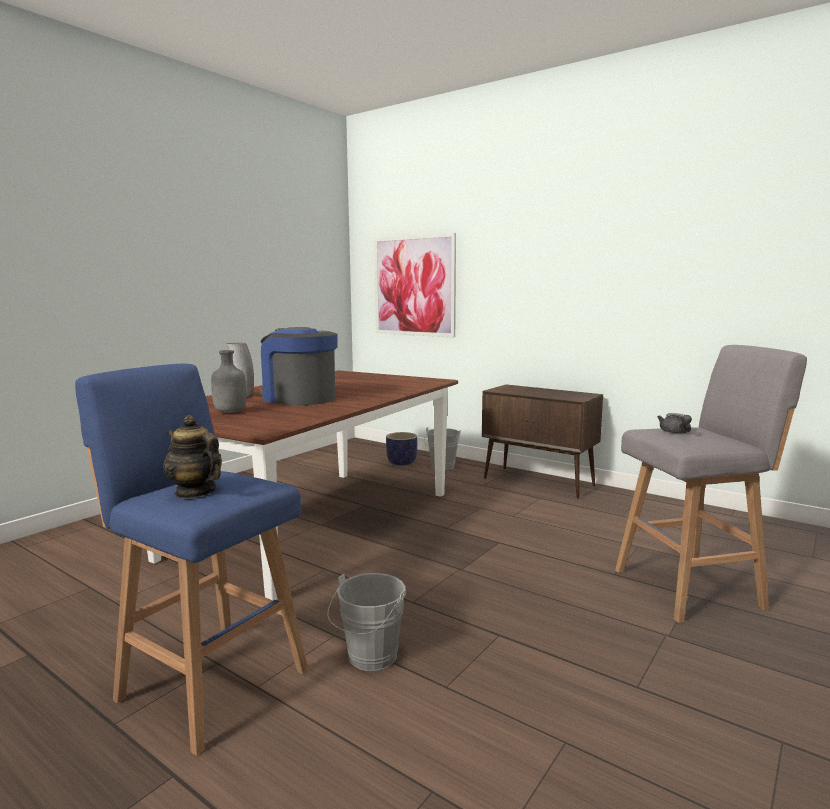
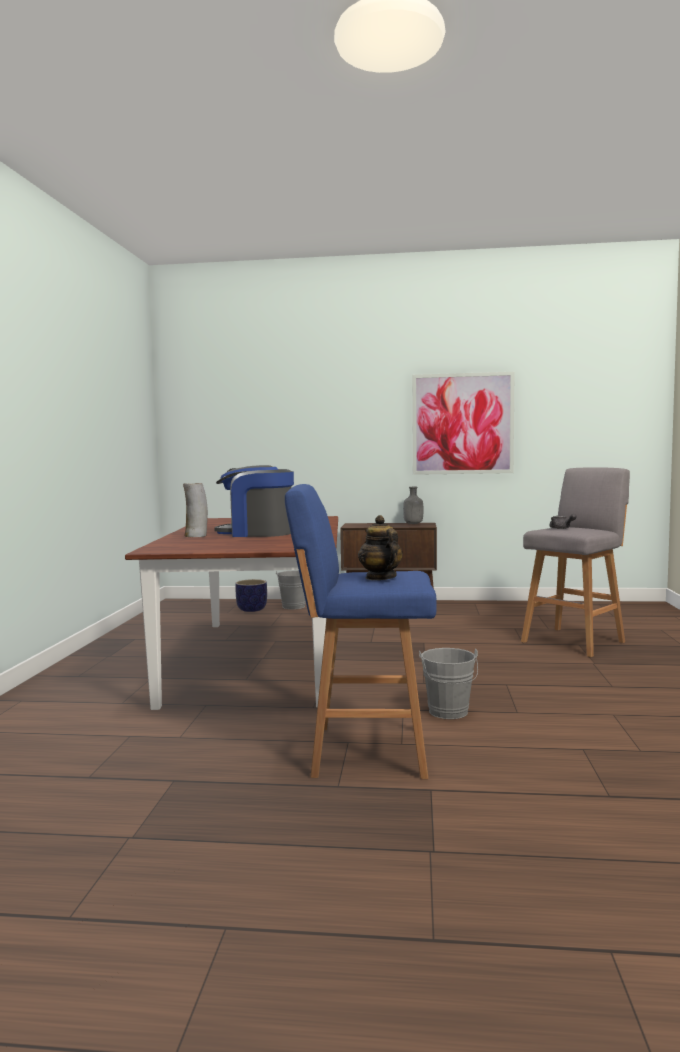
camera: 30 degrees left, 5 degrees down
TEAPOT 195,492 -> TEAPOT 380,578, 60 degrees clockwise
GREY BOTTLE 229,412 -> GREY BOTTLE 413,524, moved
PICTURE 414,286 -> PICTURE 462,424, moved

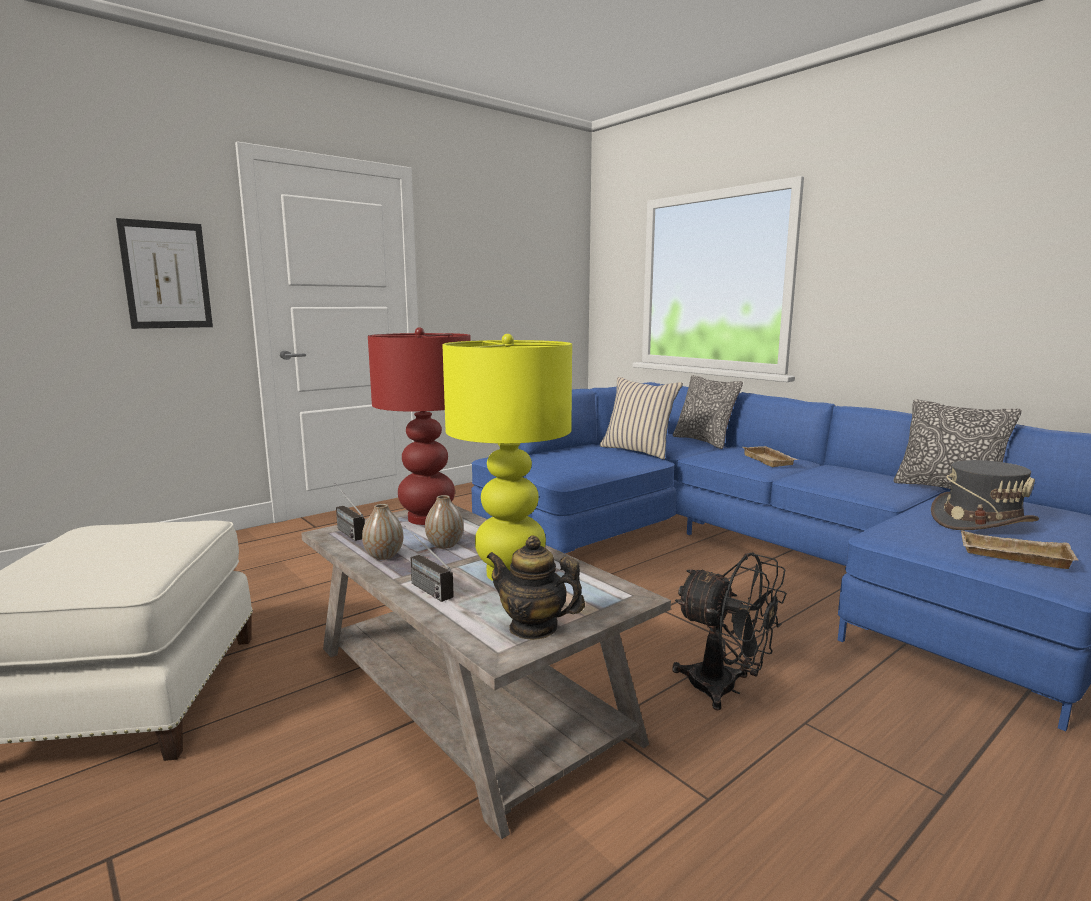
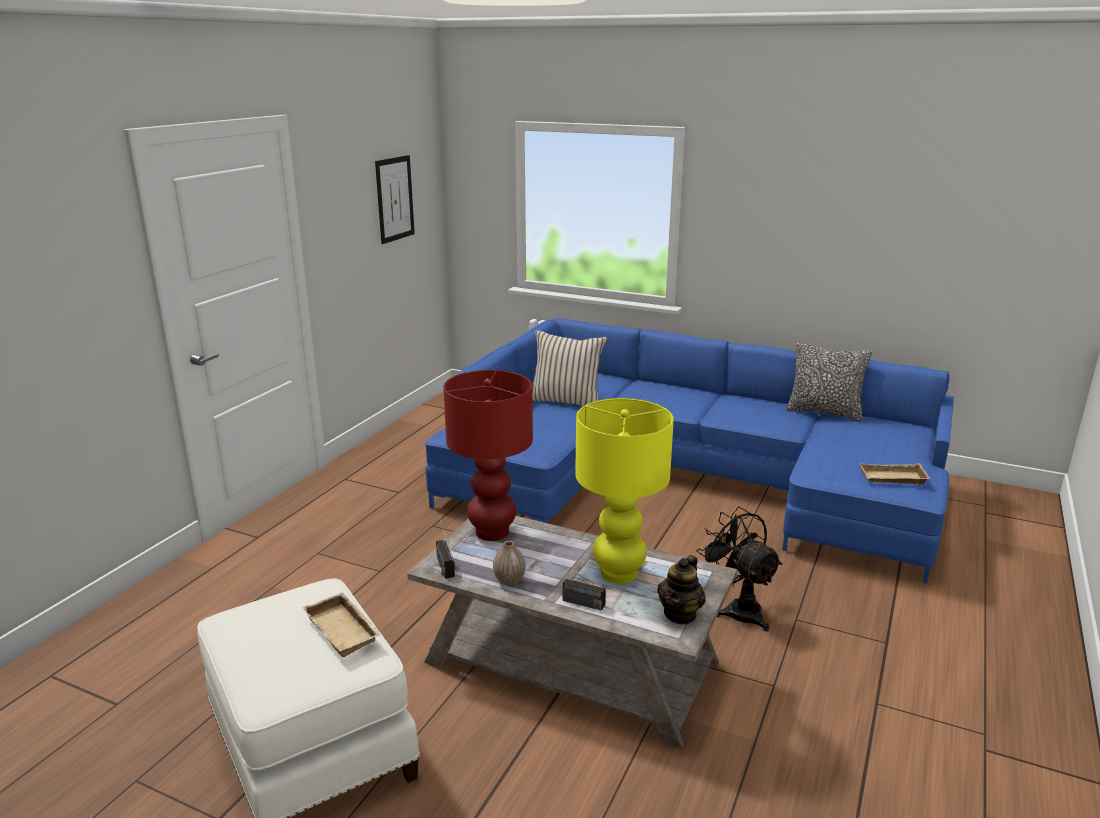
camera: 25 degrees left, 10 degrees up
BEIGE TRAY 770,460 -> BEIGE TRAY 345,629, moved
PICTURE 166,275 -> PICTURE 394,199, moved
RADIO 345,530 -> RADIO 442,561, 45 degrees clockwise
TEAPOT 533,628 -> TEAPOT 680,614, 60 degrees counterclockwise
BLACK FAN 725,689 -> BLACK FAN 737,609, 135 degrees counterclockwise
VASE 445,545 -> none
PILLOW 704,441 -> none
GREY HAT 981,522 -> none

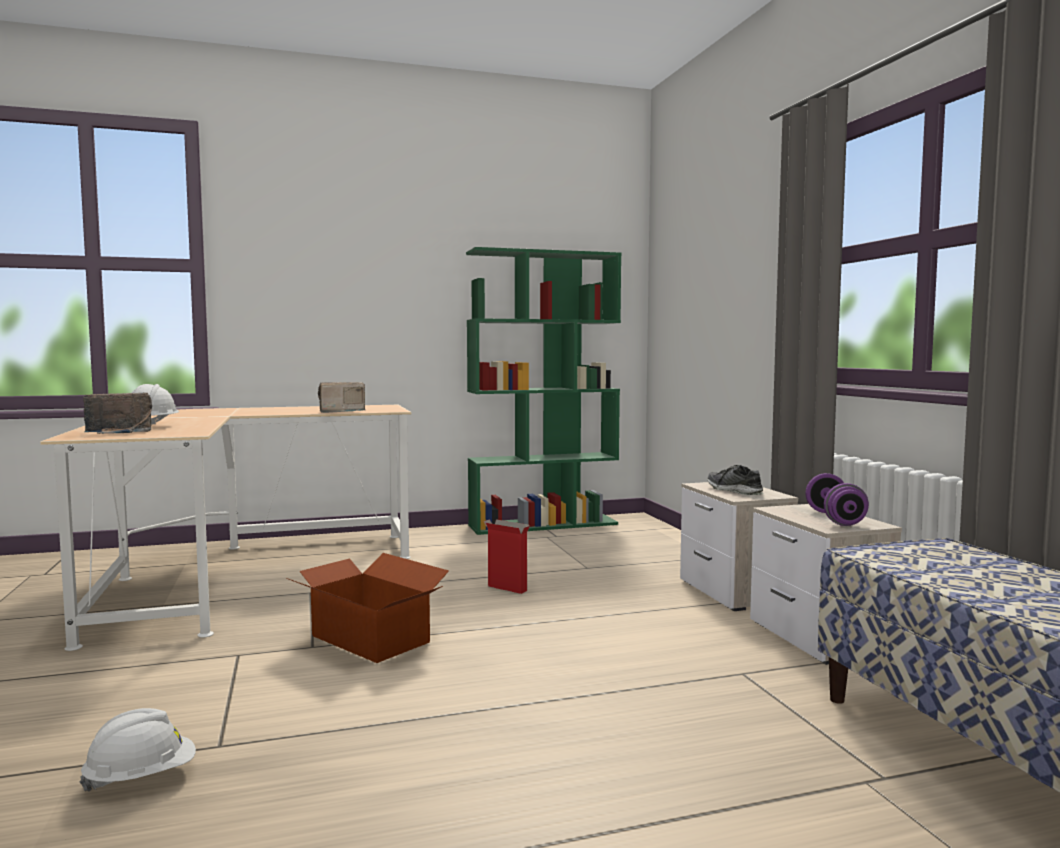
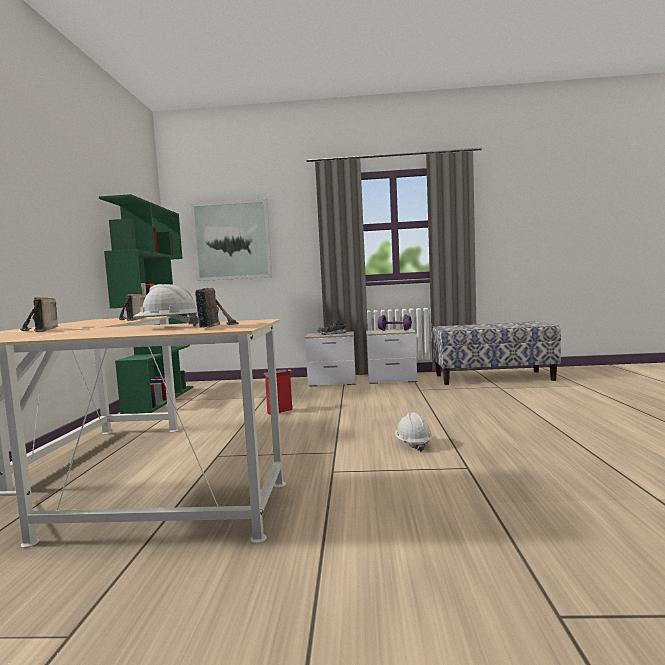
camera: 70 degrees left, 0 degrees up
none -> RADIO 38,330
none -> PICTURE 232,240
WHITE HARD HAT 141,778 -> WHITE HARD HAT 413,444, moved
CARDBOARD BOX 369,640 -> none

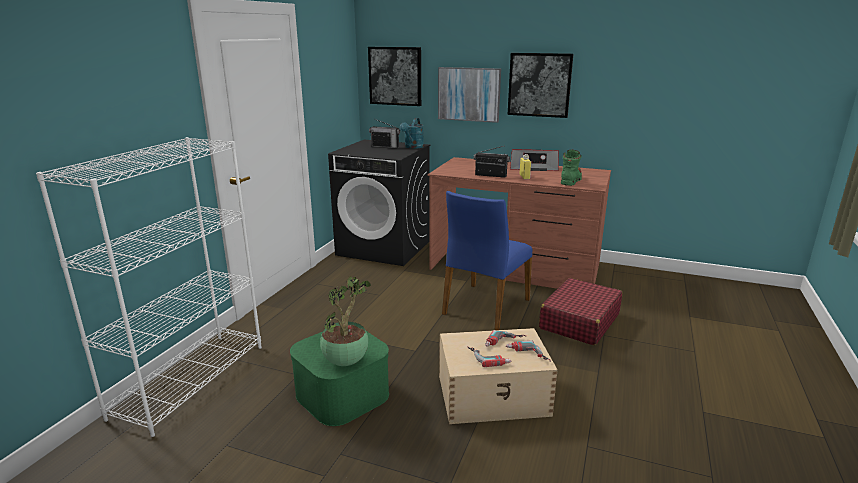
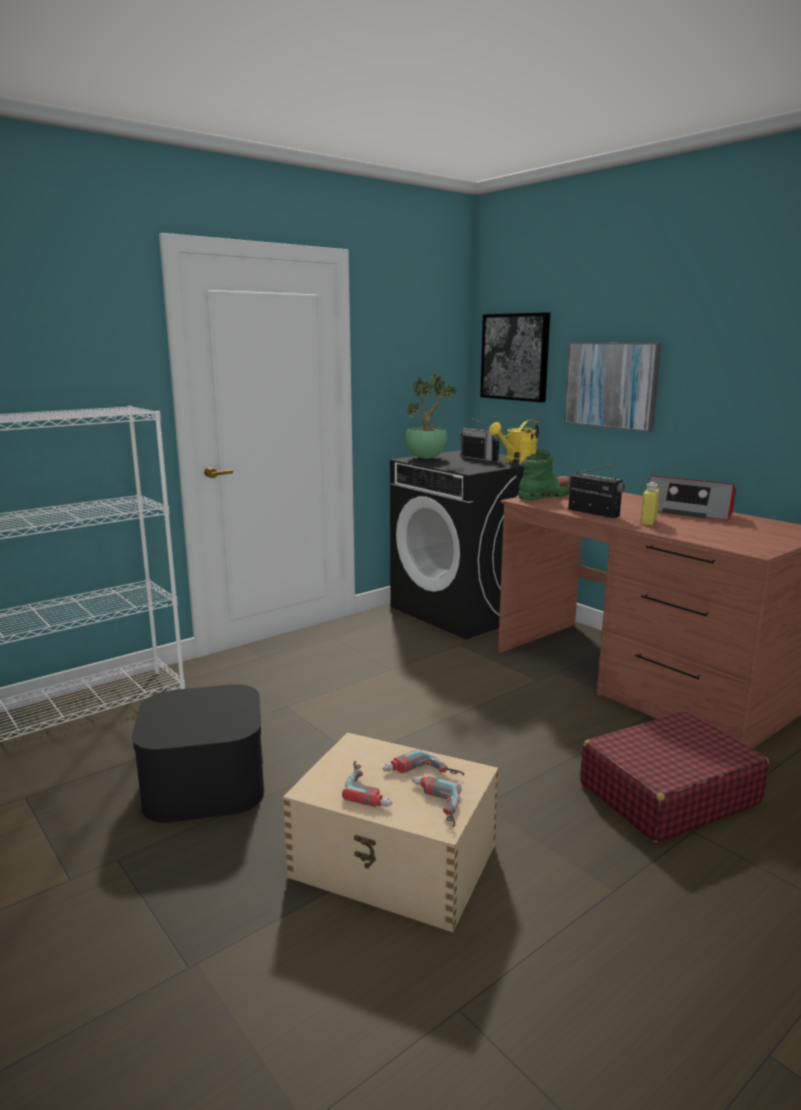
camera: 30 degrees right, 5 degrees down
GREEN STORAGE BOX 342,394 -> BLACK STORAGE BOX 204,783
POTTED PLANT 346,361 -> POTTED PLANT 427,458, moved
TURQUOISE WATERING CAN 412,147 -> YELLOW WATERING CAN 517,463
GREEN BOOT 570,180 -> GREEN BOOT 546,496, moved
BLUE CHAIR 485,306 -> none
PICTURE 539,85 -> none

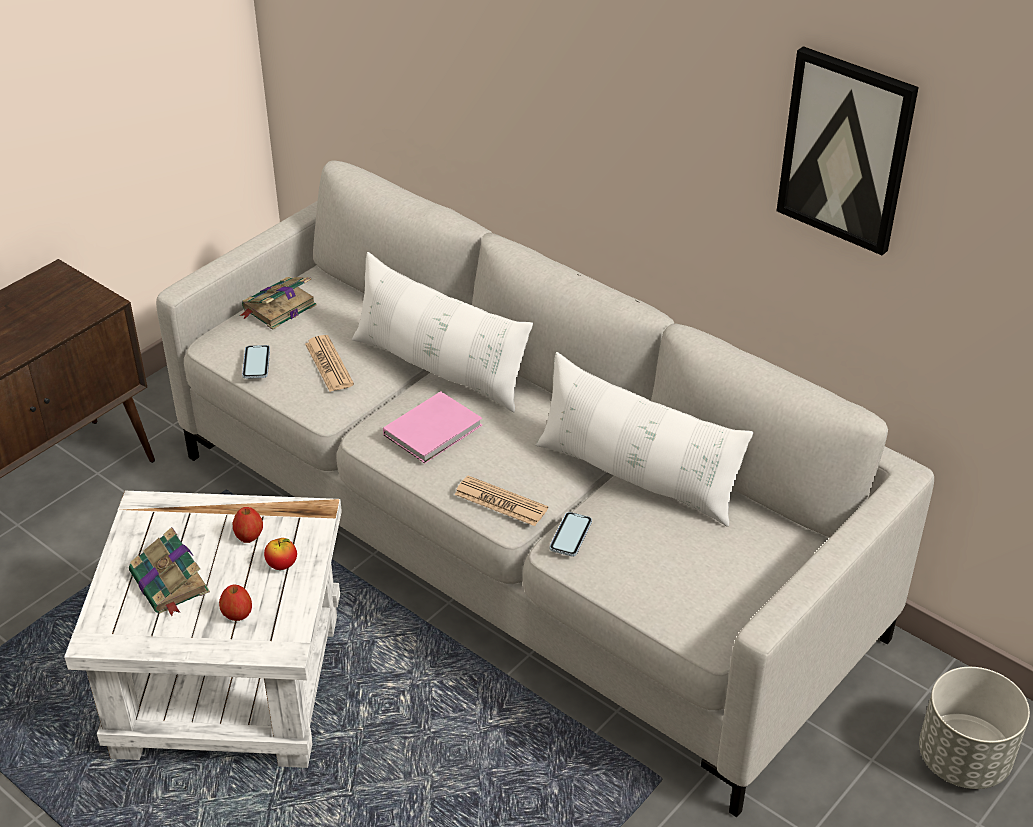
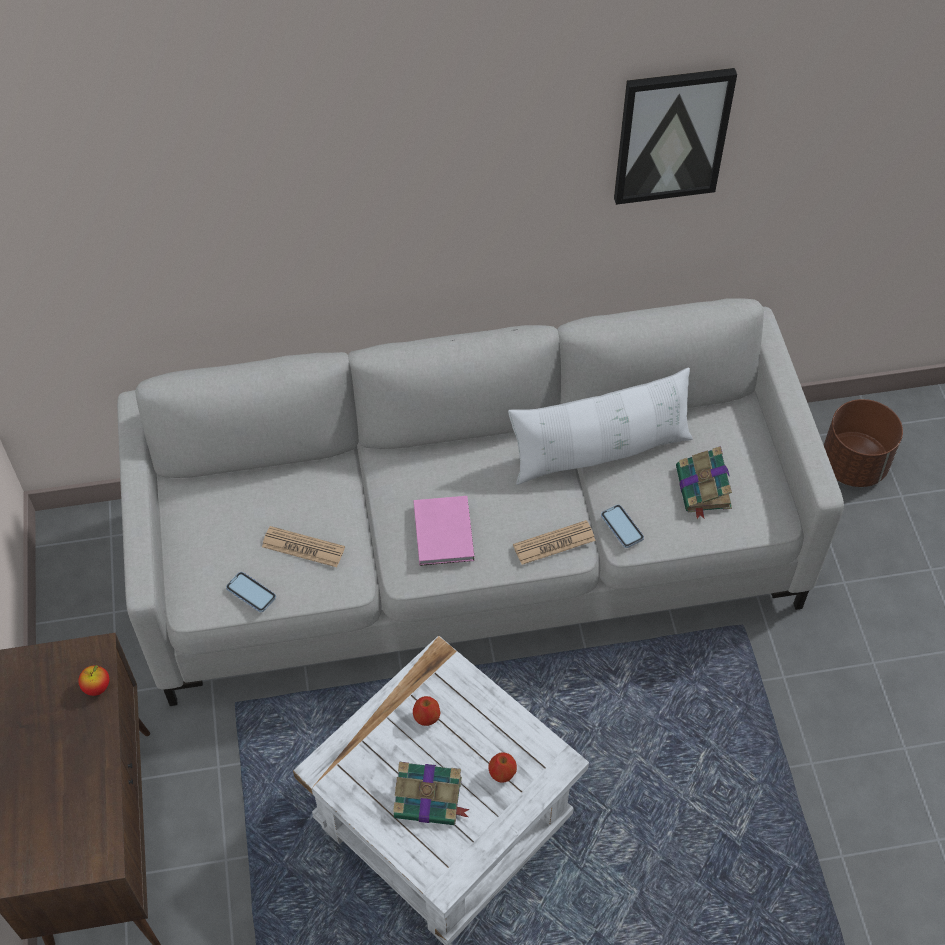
camera: 50 degrees left, 15 degrees up
APPLE 282,565 -> APPLE 97,687, moved
BOOK 278,308 -> BOOK 703,489, moved
GREY PLANTER 964,759 -> BROWN PLANTER 853,464
WHITE PILLOW 439,368 -> none

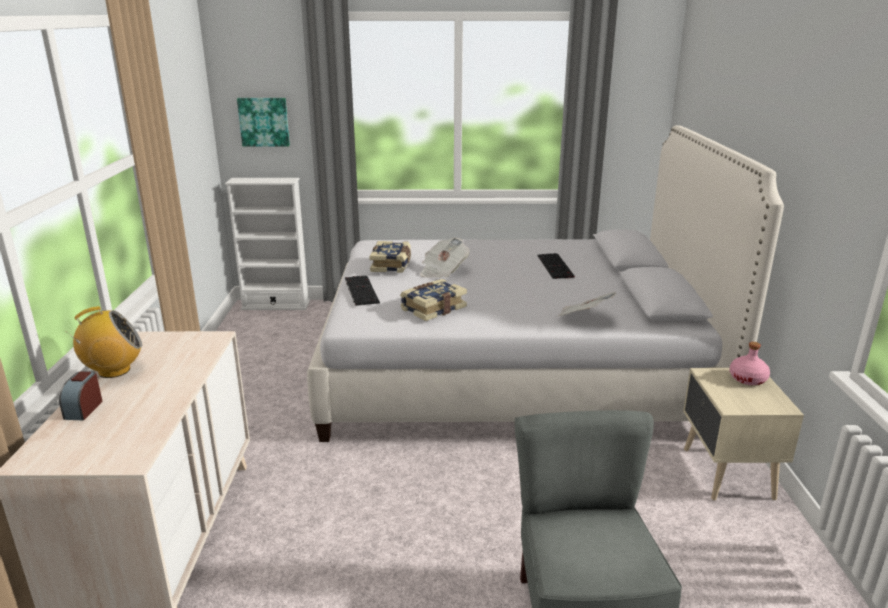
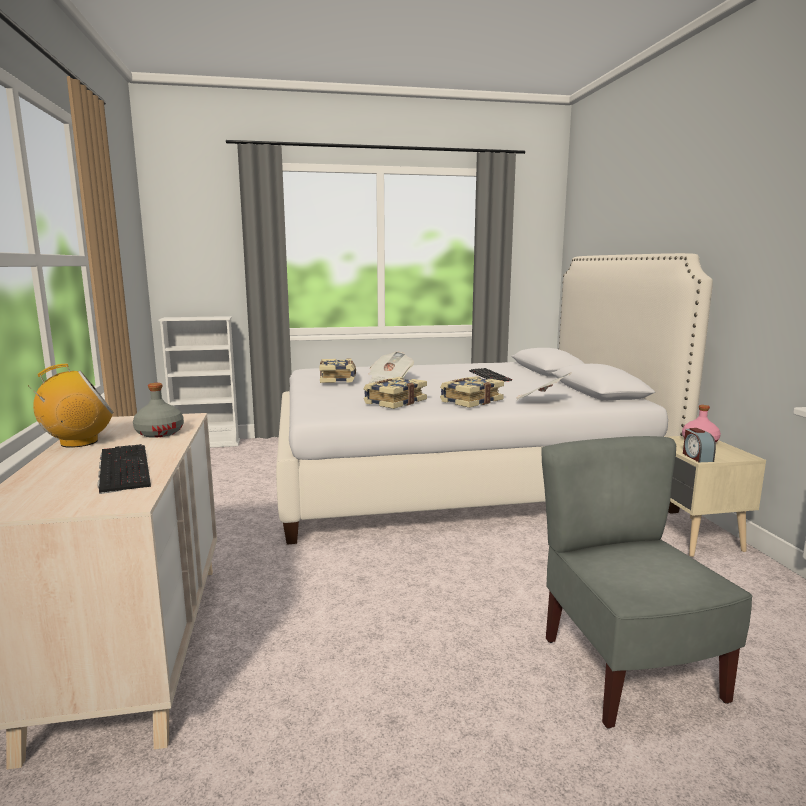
camera: 10 degrees left, 10 degrees down
KEYBOARD 360,290 -> KEYBOARD 122,468, moved
none -> GREY BOTTLE 159,433
none -> BOOK 470,401
ALARM CLOCK 84,409 -> ALARM CLOCK 697,457, moved
PICTURE 264,122 -> none

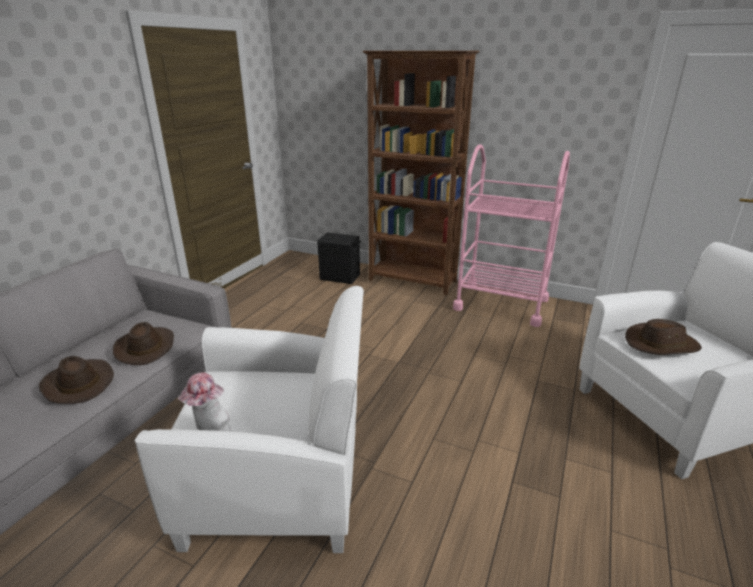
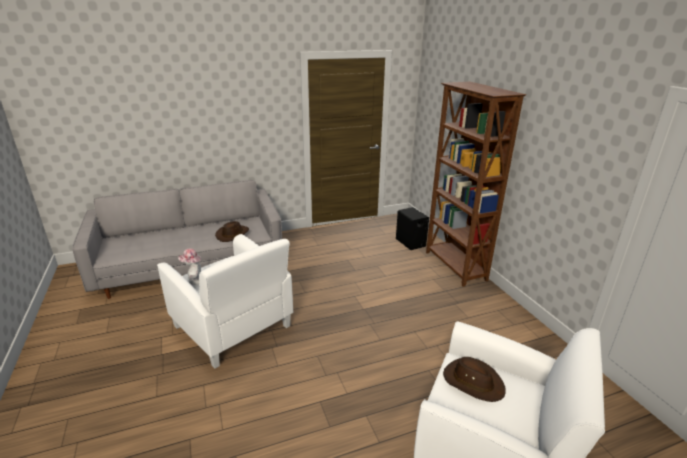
camera: 45 degrees right, 0 degrees up
BROWN HAT 77,384 -> none
PINK CART 501,304 -> none

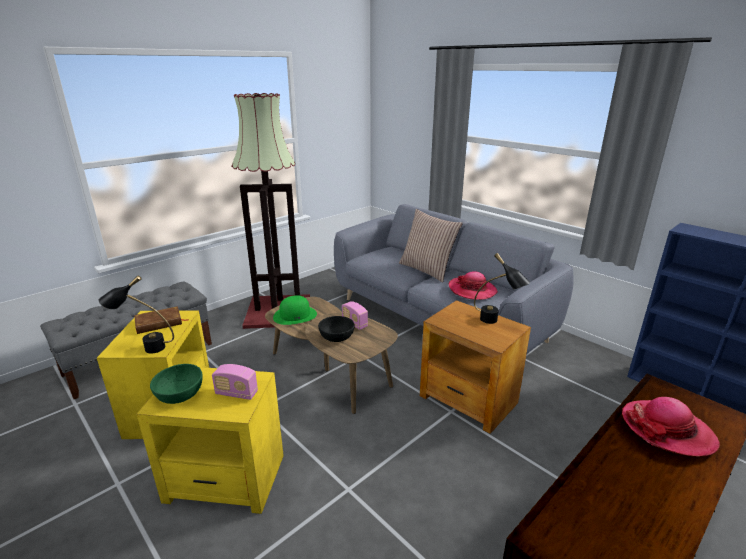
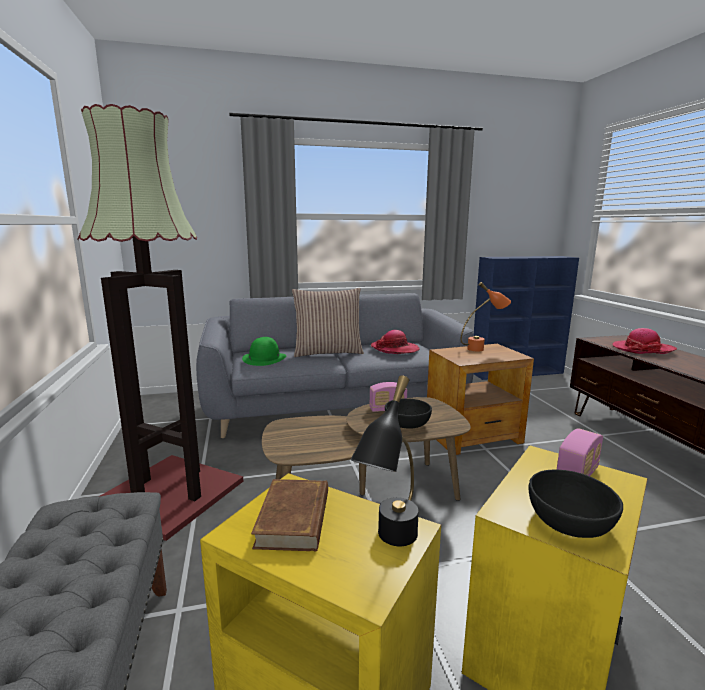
camera: 60 degrees left, 10 degrees down
GREEN HAT 295,315 -> GREEN HAT 264,358, moved
BLACK TABLE LAMP 496,322 -> ORANGE TABLE LAMP 482,348
GREEN BOWL 179,394 -> BLACK BOWL 570,521

